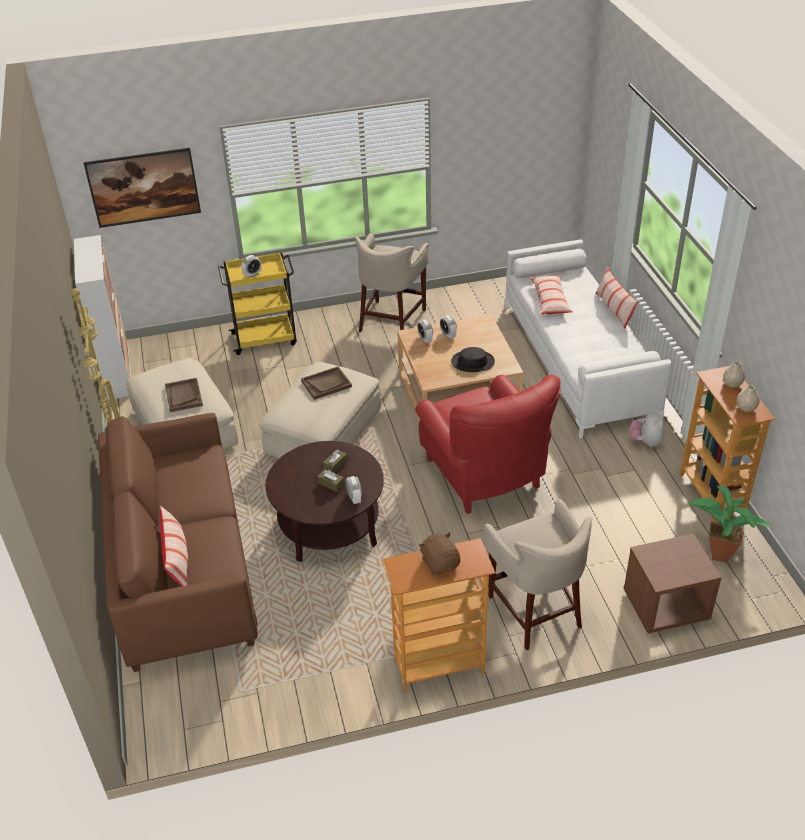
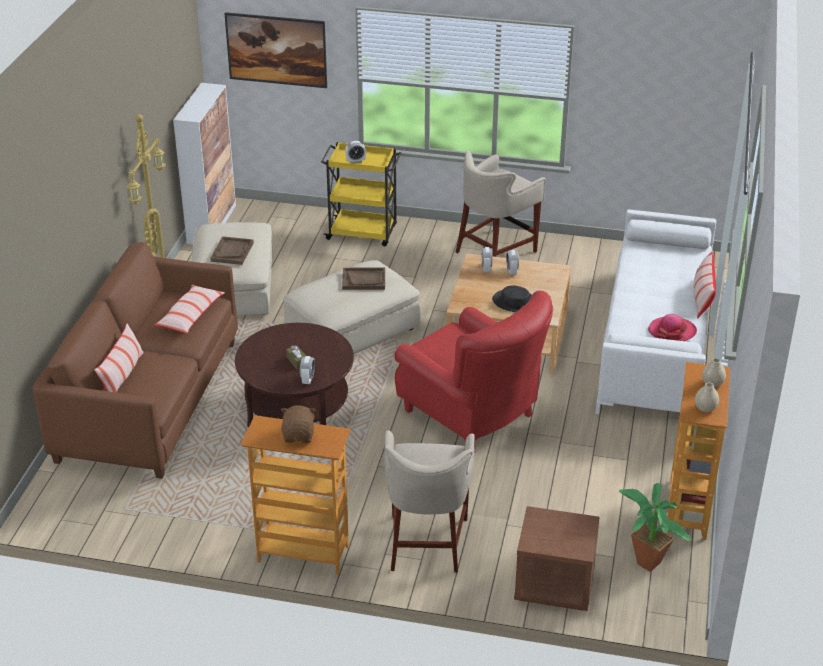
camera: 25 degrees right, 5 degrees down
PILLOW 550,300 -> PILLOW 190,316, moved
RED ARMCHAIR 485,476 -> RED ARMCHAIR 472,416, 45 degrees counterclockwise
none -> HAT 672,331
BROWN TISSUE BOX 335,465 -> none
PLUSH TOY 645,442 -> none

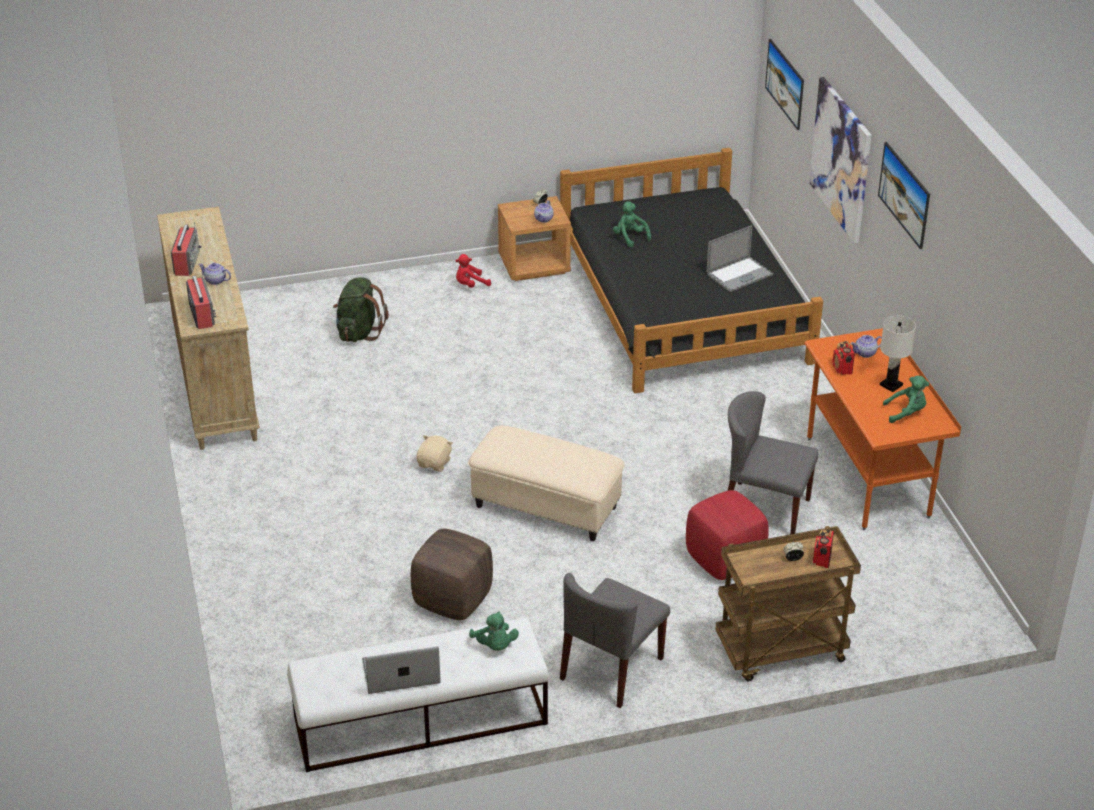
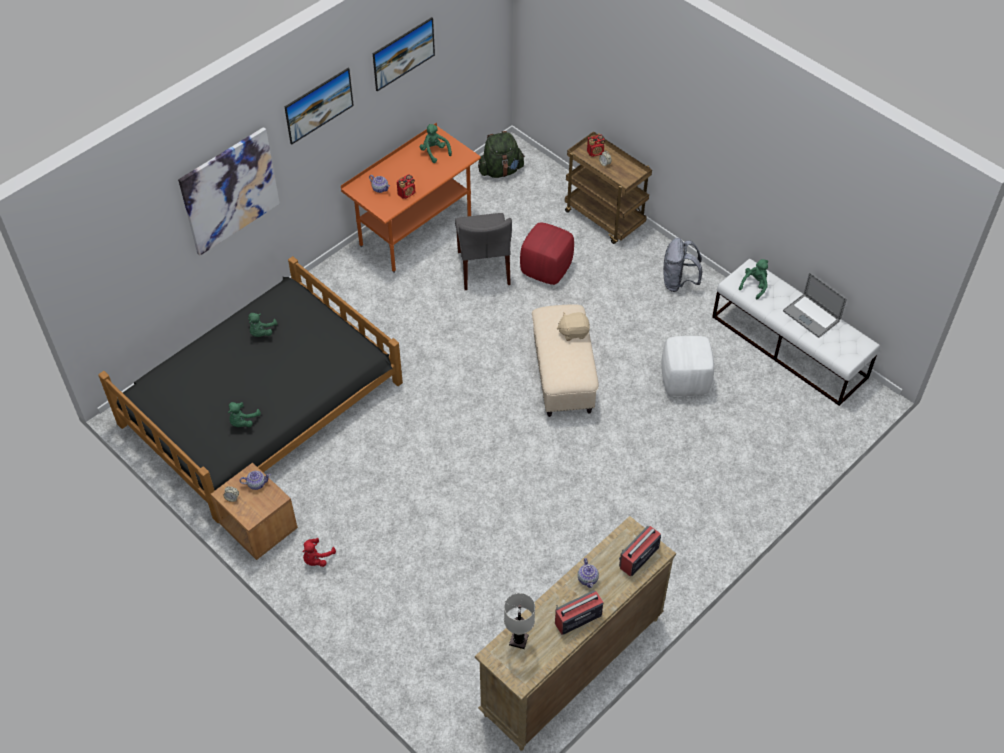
camera: 120 degrees left, 15 degrees up
LAPTOP 739,274 -> GREEN PLUSH TOY 261,332
RED PLUSH TOY 470,285 -> RED PLUSH TOY 317,558, 90 degrees clockwise
PICTURE 783,96 -> PICTURE 404,63, moved
GREEN BACKPACK 359,332 -> GREEN BACKPACK 501,171, moved
WHITE TABLE LAMP 891,385 -> WHITE TABLE LAMP 518,640, moved
BEIGE PLUSH TOY 435,463 -> BEIGE PLUSH TOY 573,332, moved
BROWN OTTOMAN 452,599 -> WHITE OTTOMAN 684,381
GREY CHAIR 612,669 -> GREY BACKPACK 678,282

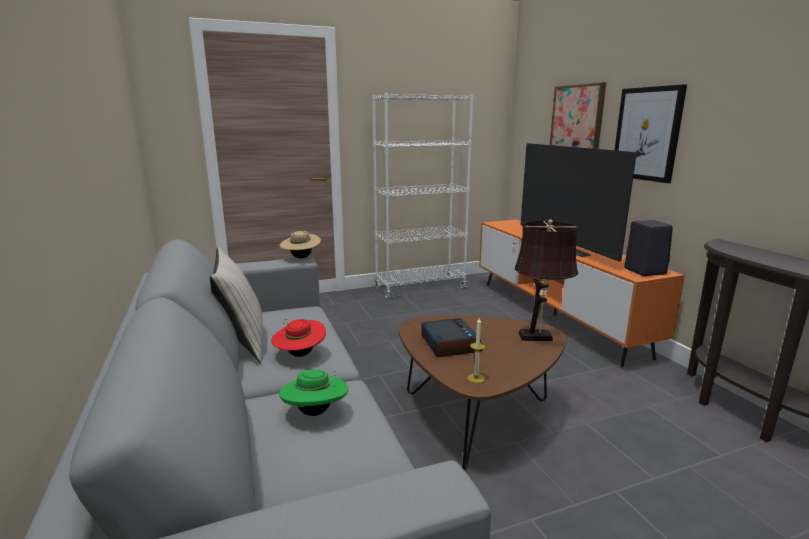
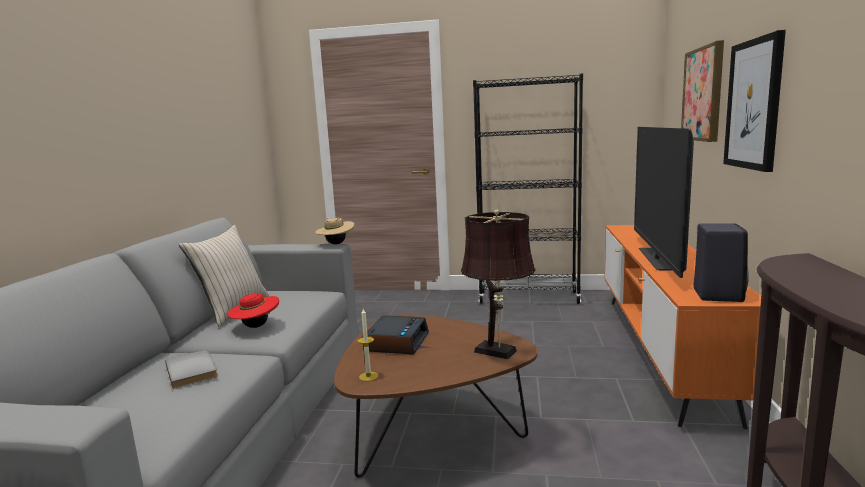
camera: 30 degrees right, 5 degrees down
GREEN HAT 315,412 -> GREY BOOK 194,370
WHITE BOOKCASE 420,288 -> BLACK BOOKCASE 528,298

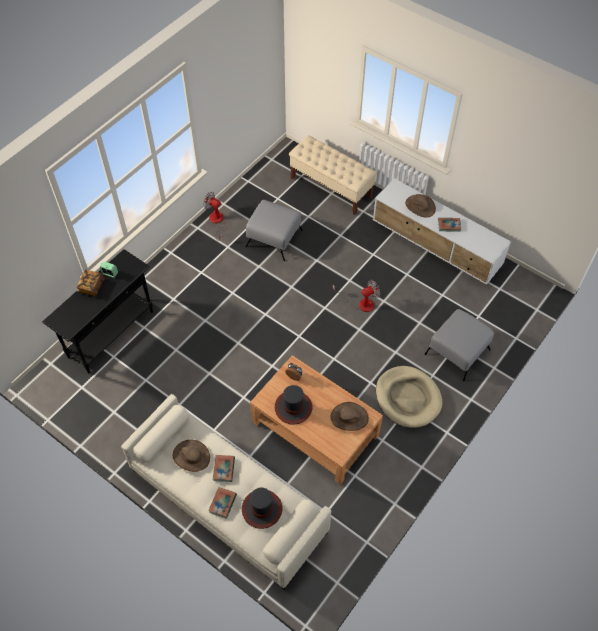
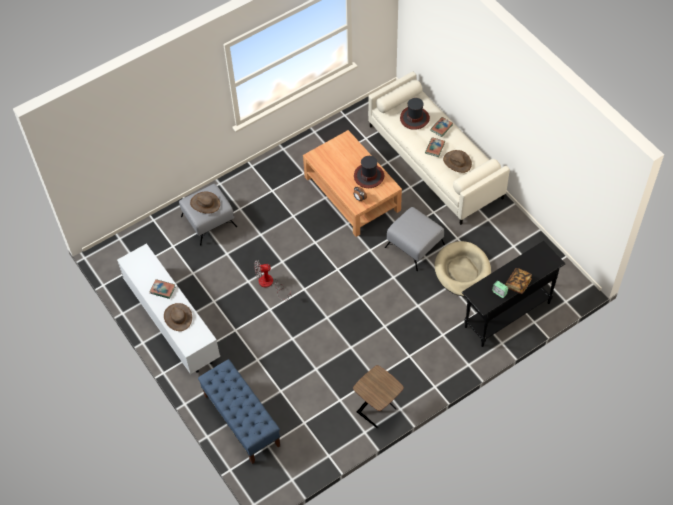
camera: 160 degrees left, 0 degrees up
BROWN HAT 349,418 -> BROWN HAT 205,203, moved
BEIGE BENCH 331,187 -> BLUE BENCH 241,420
FAN 217,222 -> BROWN SIDE TABLE 378,410
GREY OTTOMAN 274,238 -> GREY OTTOMAN 414,245, moved
BEIGE DOG BED 408,398 -> BEIGE DOG BED 462,271, moved

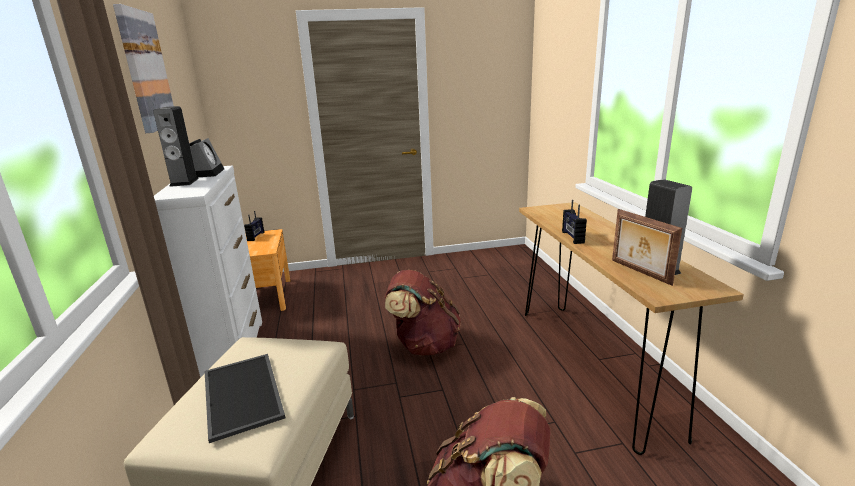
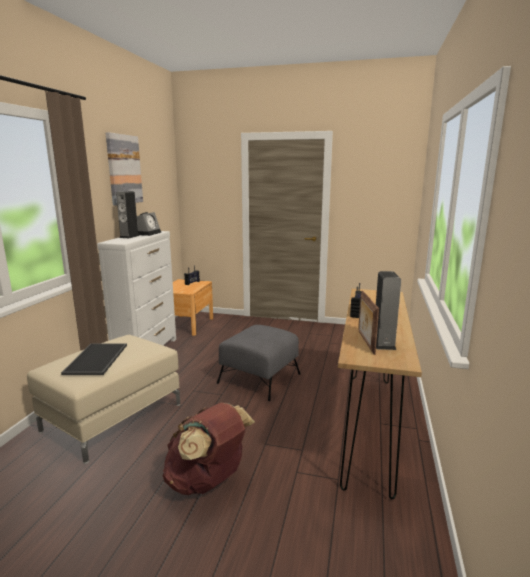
camera: 25 degrees right, 5 degrees down
BROWN BACKPACK 424,345 -> GREY OTTOMAN 260,378

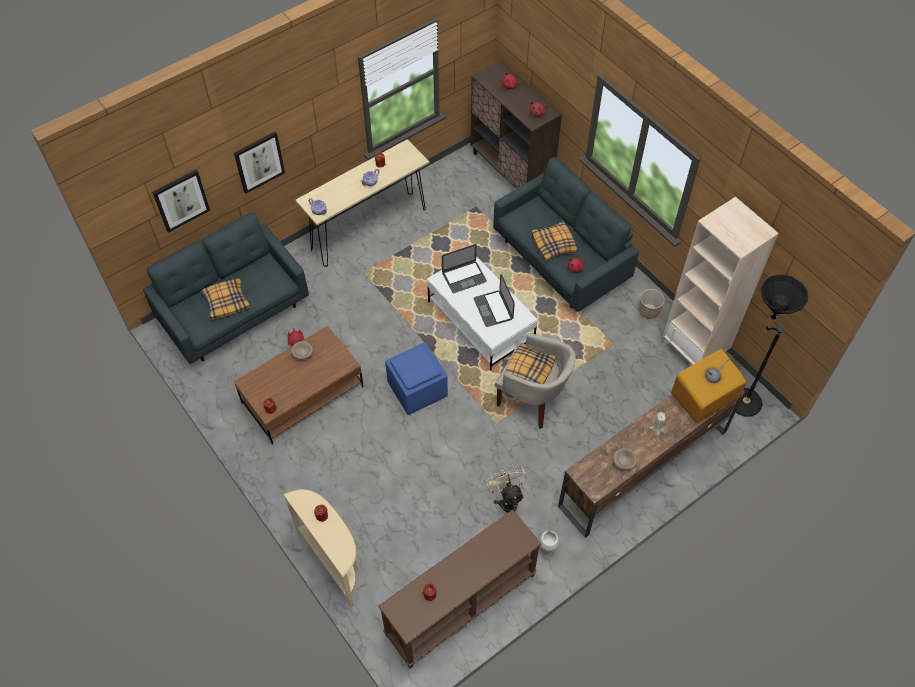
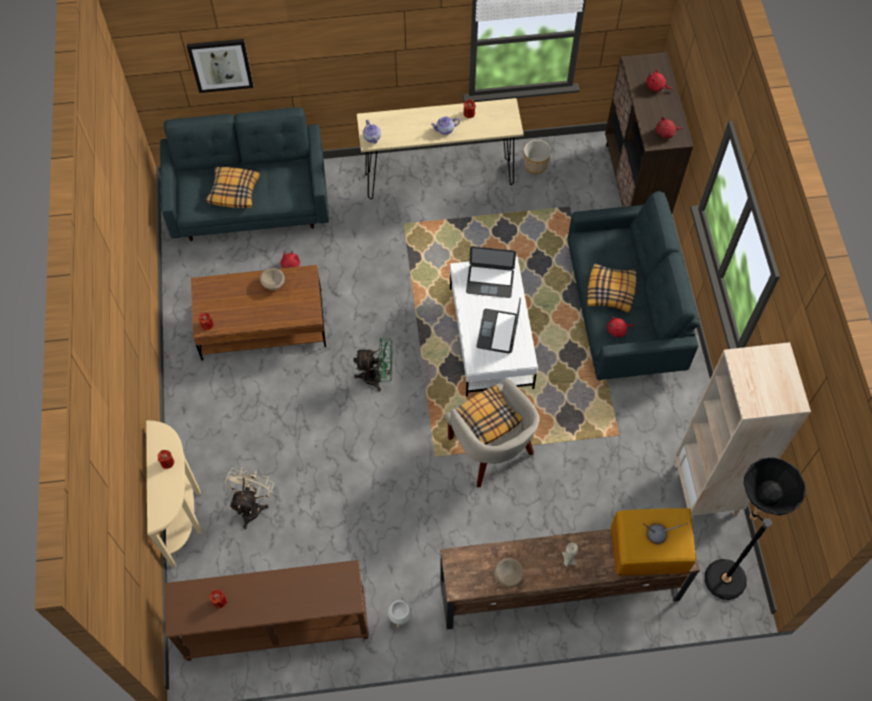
camera: 30 degrees right, 5 degrees up
BEIGE FAN 507,500 -> BEIGE FAN 252,506, moved
BLUE OTTOMAN 416,389 -> GREEN FAN 377,377
PLANTER 649,310 -> PLANTER 536,164, moved
PICTURE 259,162 -> none

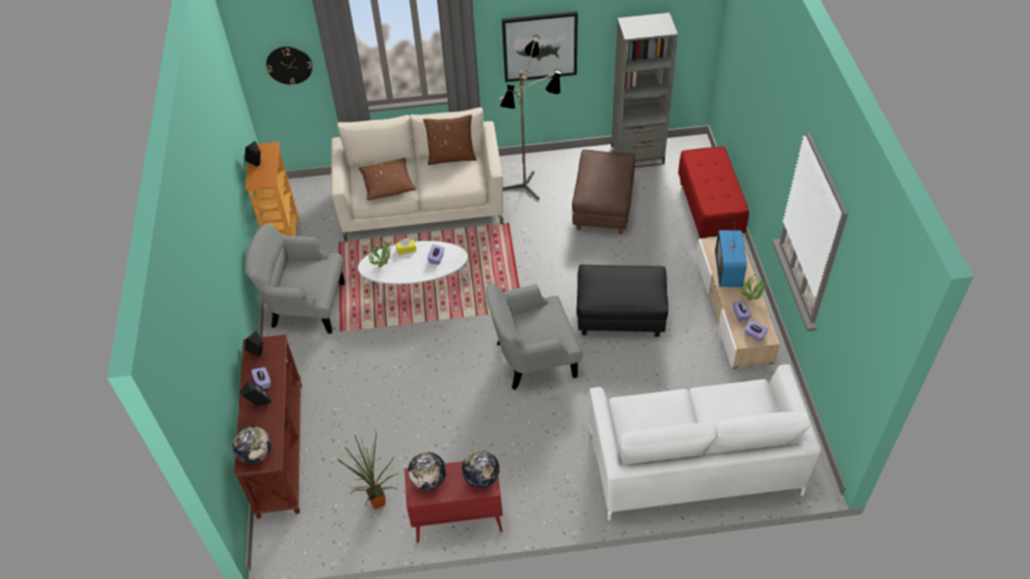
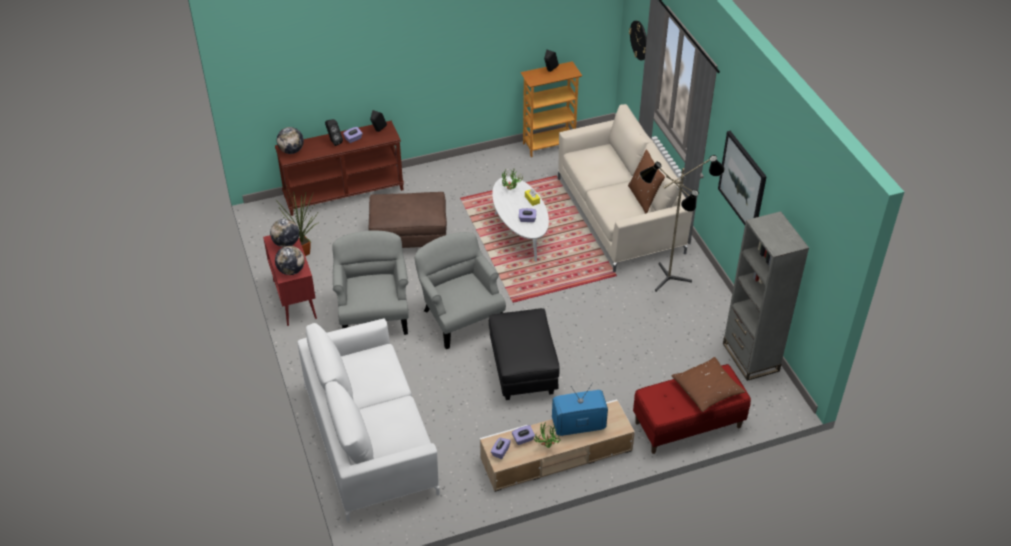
camera: 75 degrees right, 5 degrees down
GREY ARMCHAIR 306,306 -> GREY ARMCHAIR 374,314, moved
BROWN OTTOMAN 603,207 -> BROWN OTTOMAN 409,239, moved
BROWN PILLOW 388,184 -> BROWN PILLOW 707,389, moved

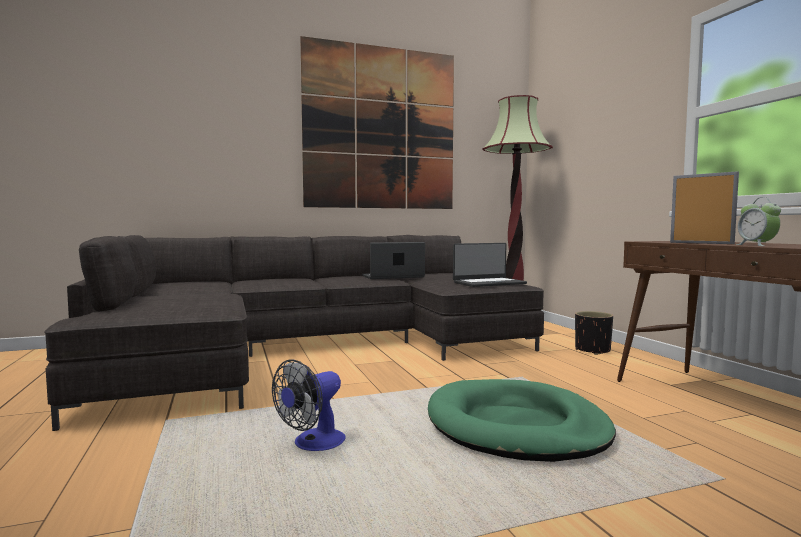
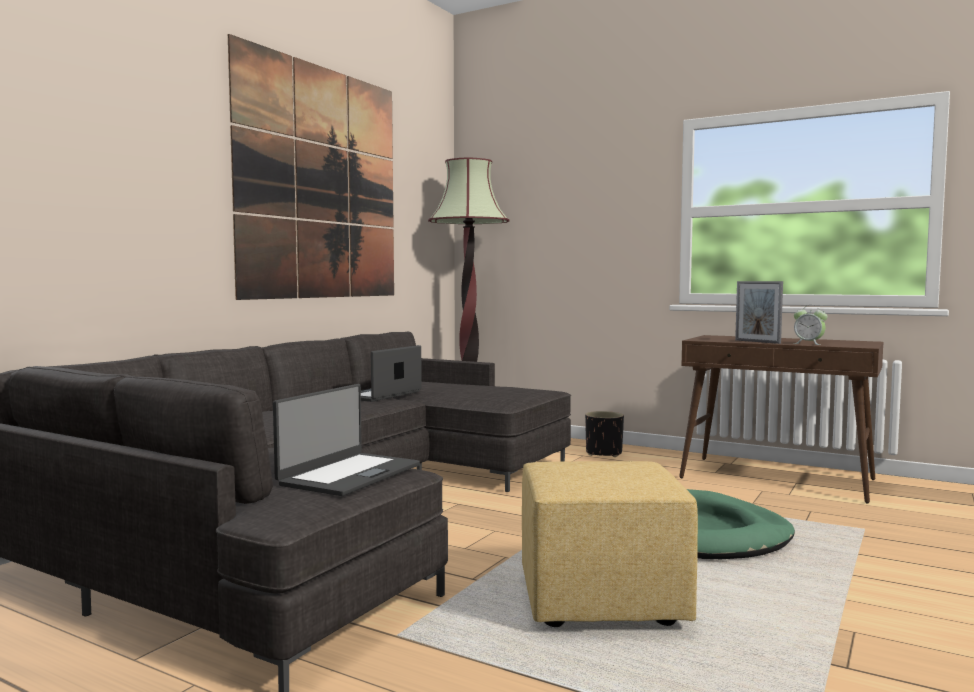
camera: 40 degrees left, 0 degrees up
LAPTOP 488,283 -> LAPTOP 349,474, moved
FAN 312,444 -> YELLOW OTTOMAN 601,599
PICTURE FRAME 701,243 -> PICTURE FRAME 757,341, 135 degrees counterclockwise

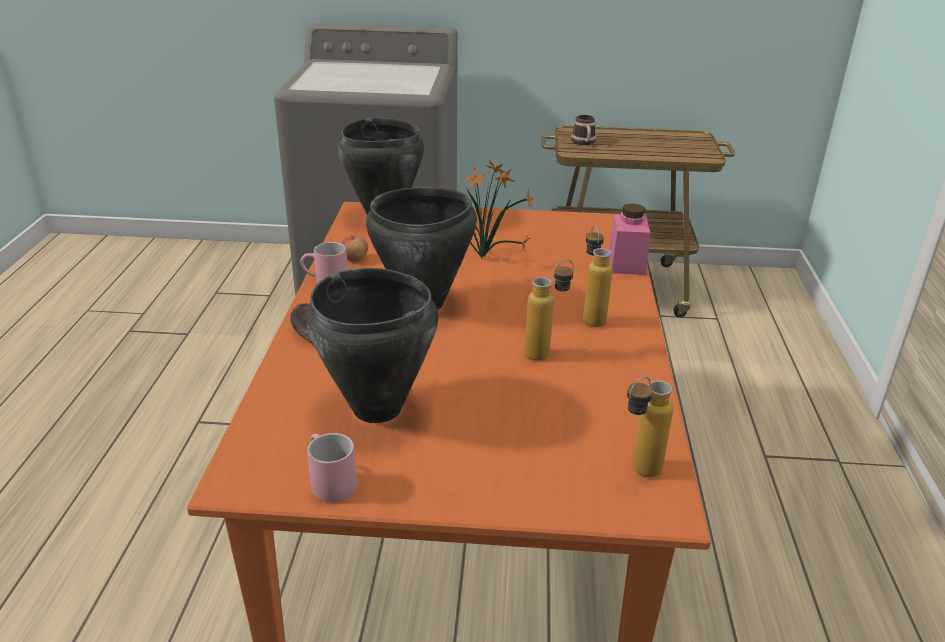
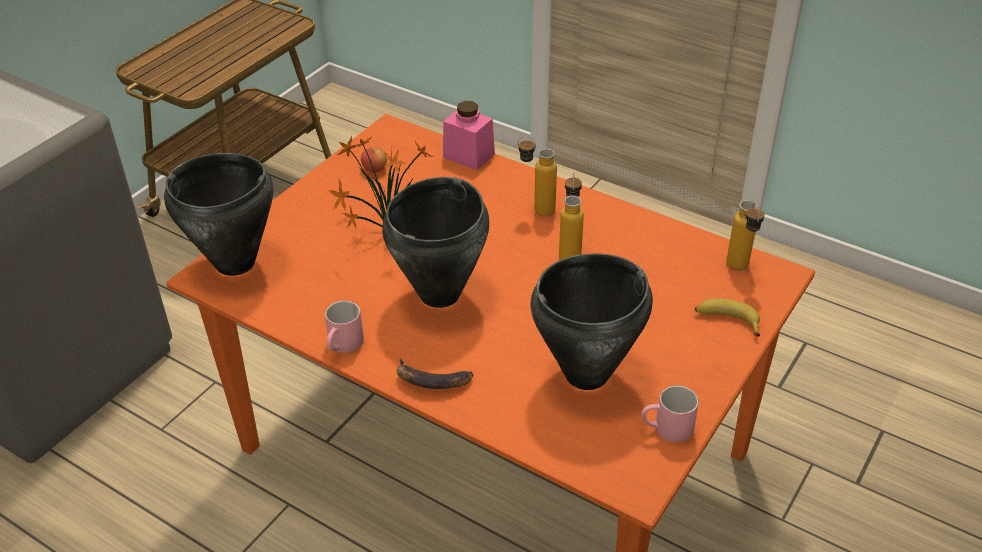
camera: 60 degrees left, 10 degrees up
APPLE 355,258 -> APPLE 375,169, moved
none -> BANANA 727,320
MUG 584,142 -> none

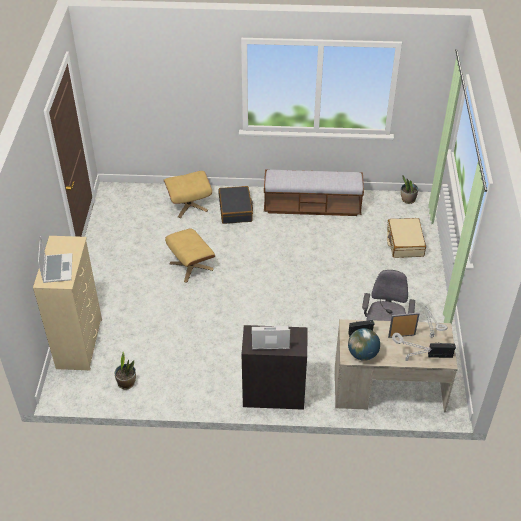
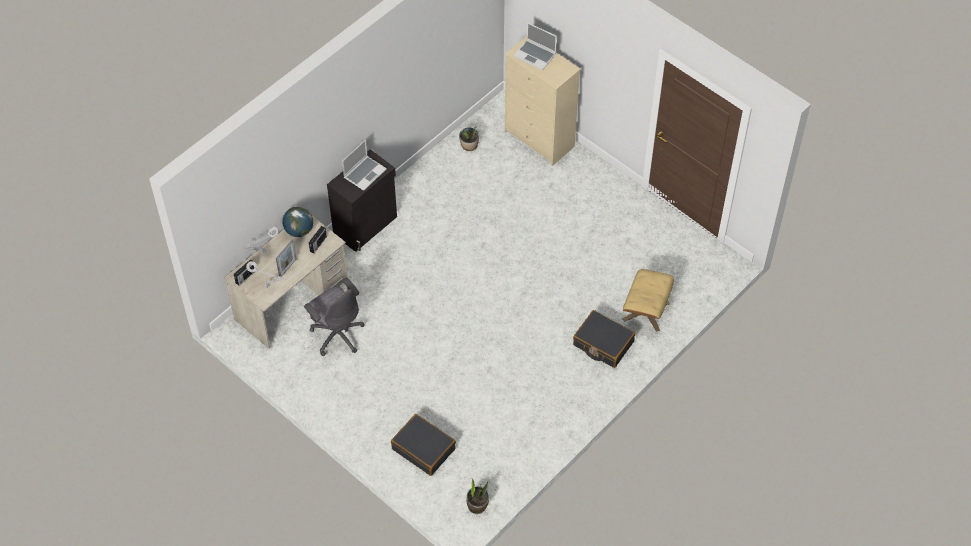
camera: 130 degrees right, 10 degrees up
BEIGE SUITCASE 404,243 -> BLACK SUITCASE 424,449
BEIGE OTTOMAN 191,266 -> none
BENCH 312,206 -> none

